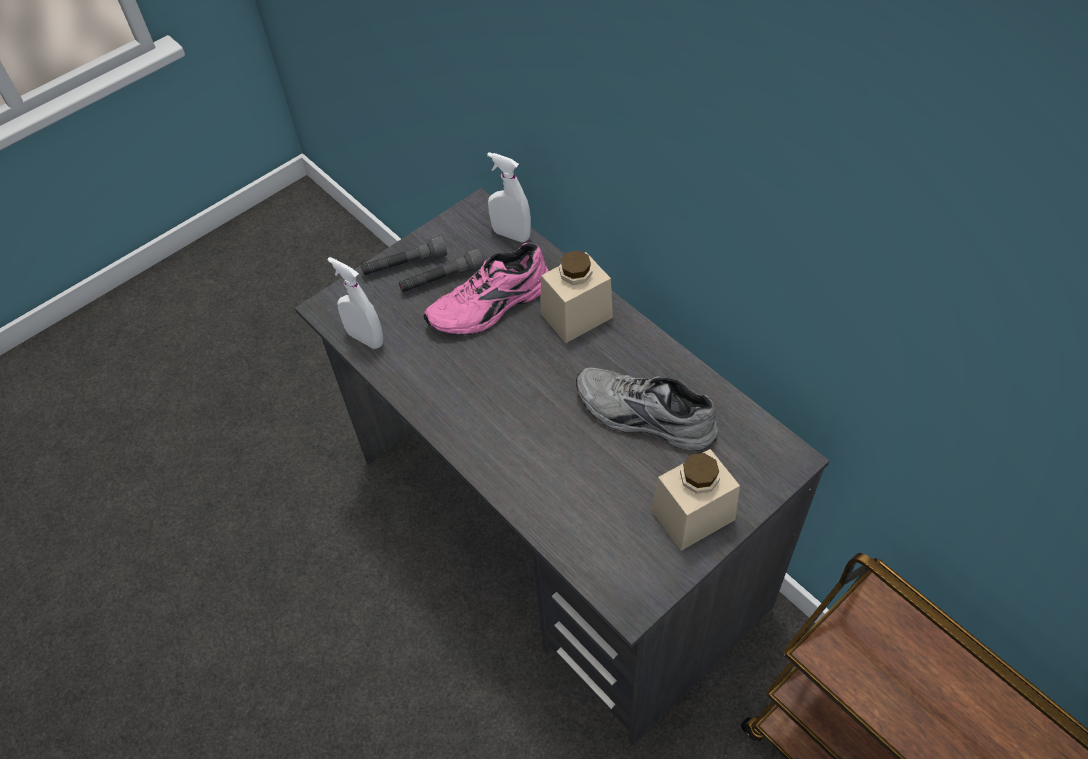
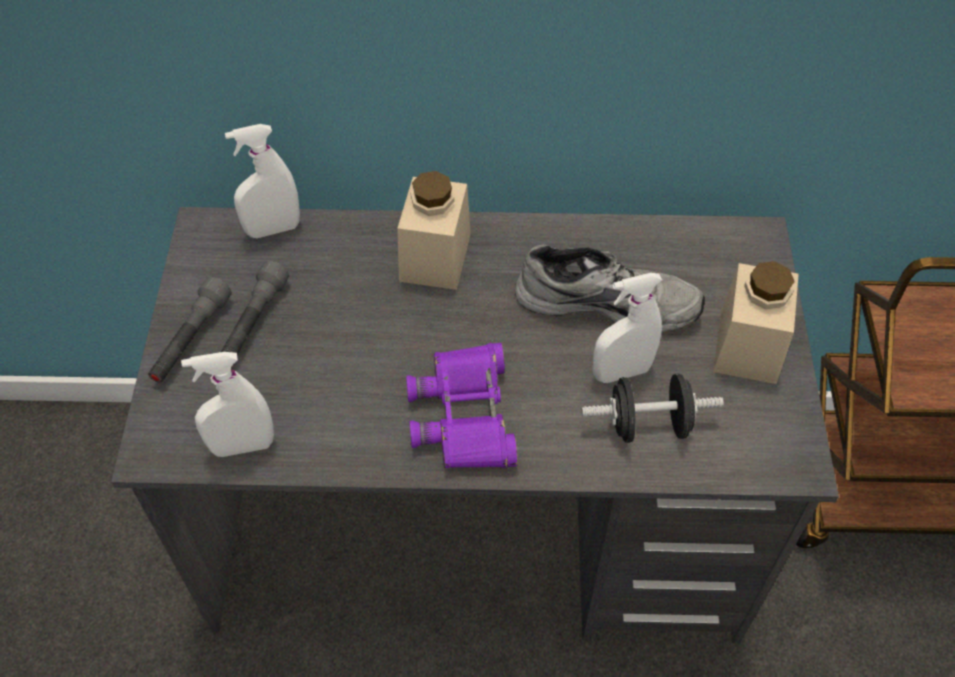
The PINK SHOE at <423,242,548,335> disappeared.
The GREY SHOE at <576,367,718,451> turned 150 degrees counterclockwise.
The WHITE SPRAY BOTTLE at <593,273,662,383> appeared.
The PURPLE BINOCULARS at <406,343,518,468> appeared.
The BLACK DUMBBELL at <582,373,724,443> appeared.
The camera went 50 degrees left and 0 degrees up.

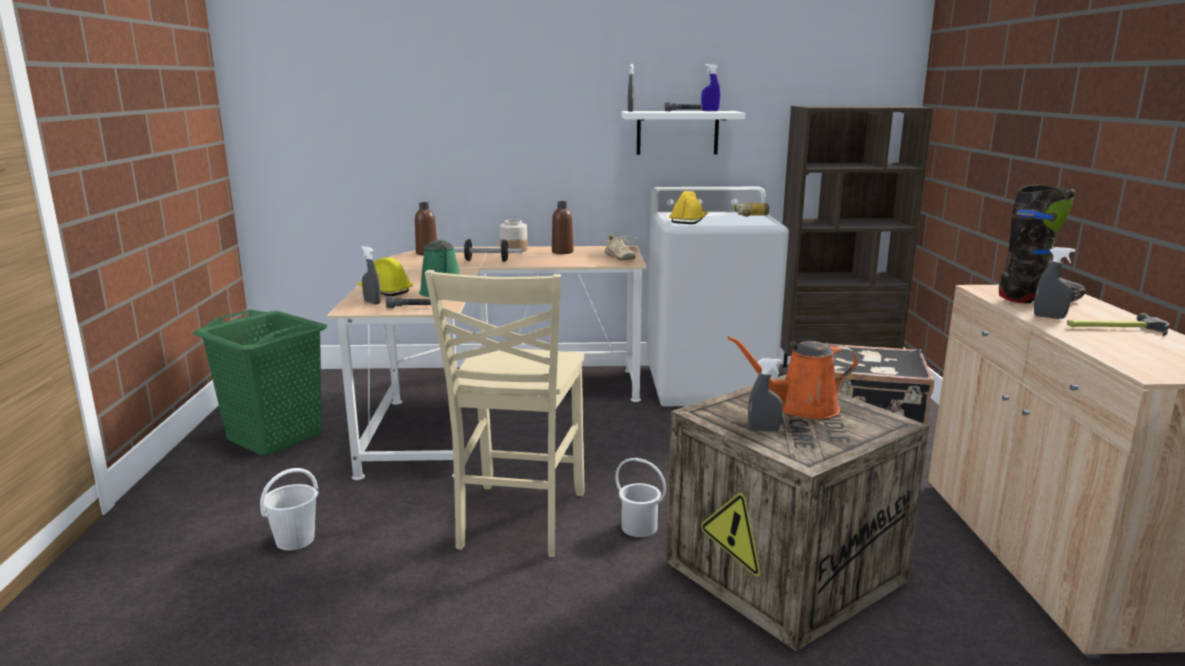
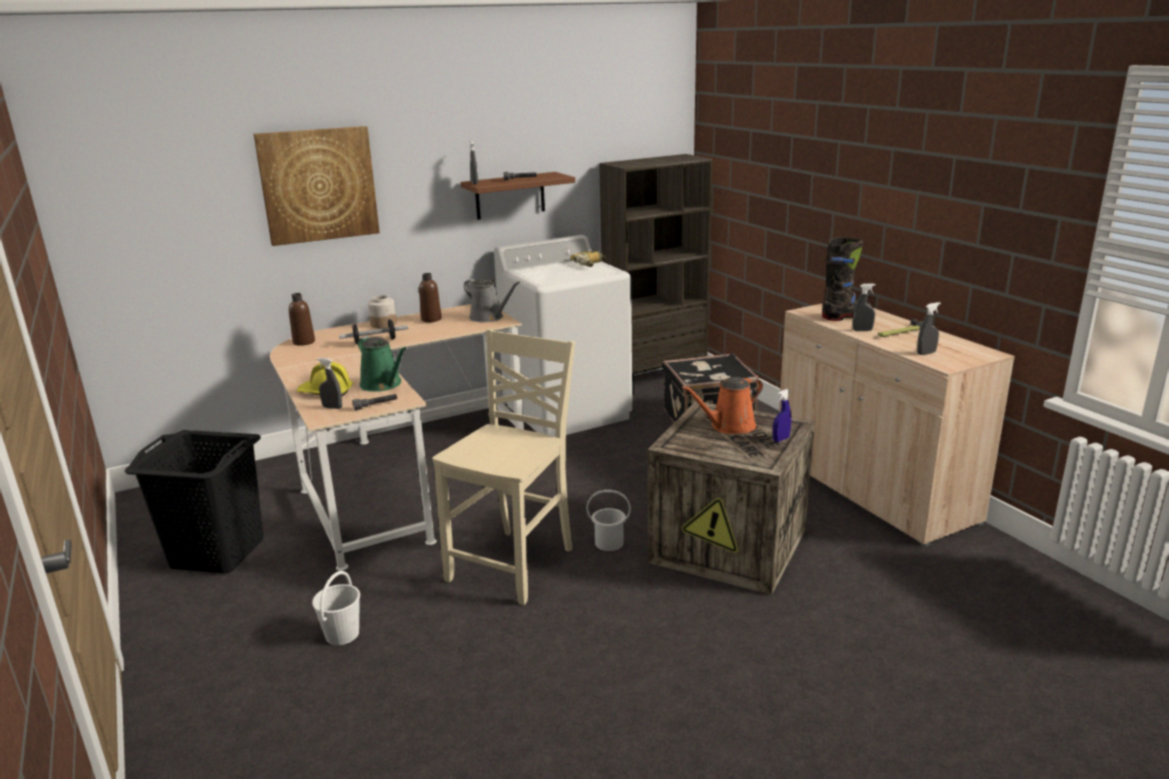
The BLUE SPRAY BOTTLE moved from <701,64,720,111> to <773,389,791,442>.
The WHITE SHELF at <621,111,746,155> became the BROWN SHELF at <461,172,575,220>.
The YELLOW HARD HAT at <669,191,708,224> disappeared.
The BEIGE SHOE at <600,234,636,260> was replaced by the GREY WATERING CAN at <464,278,520,322>.
The BEIGE CHAIR at <425,270,584,557> turned 135 degrees counterclockwise.
The GREEN LAUNDRY BASKET at <193,310,328,456> became the BLACK LAUNDRY BASKET at <124,430,263,573>.
The GREY SPRAY BOTTLE moved from <748,359,783,431> to <917,302,941,355>.
The PICTURE at <253,126,380,246> appeared.
The camera went 25 degrees left and 5 degrees up.

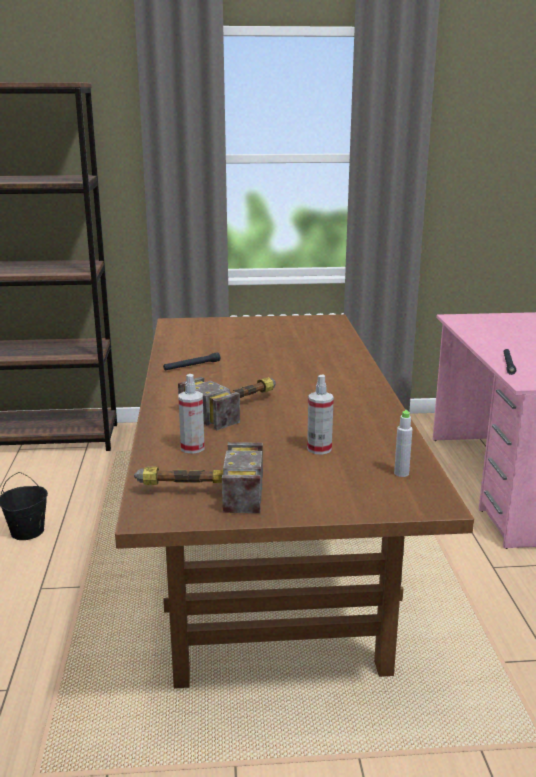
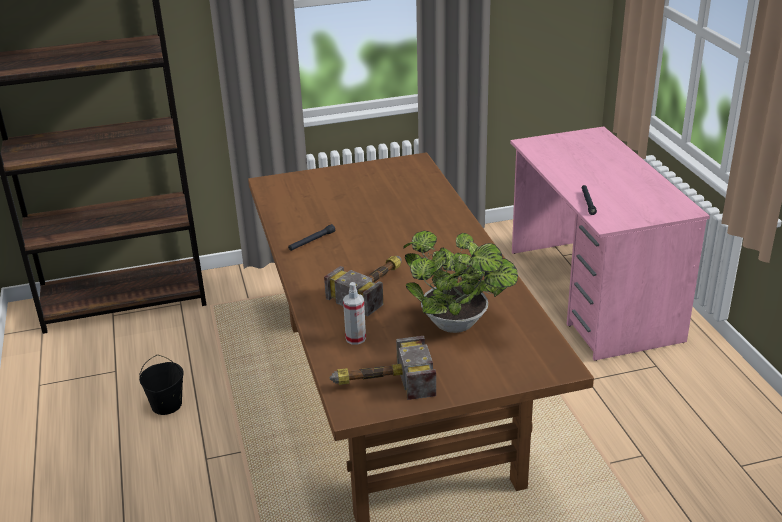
The SPRAY BOTTLE at <307,375,334,455> was replaced by the POTTED PLANT at <403,231,518,333>.
The GREY BOTTLE at <394,410,412,477> disappeared.
The camera went 10 degrees left and 10 degrees up.

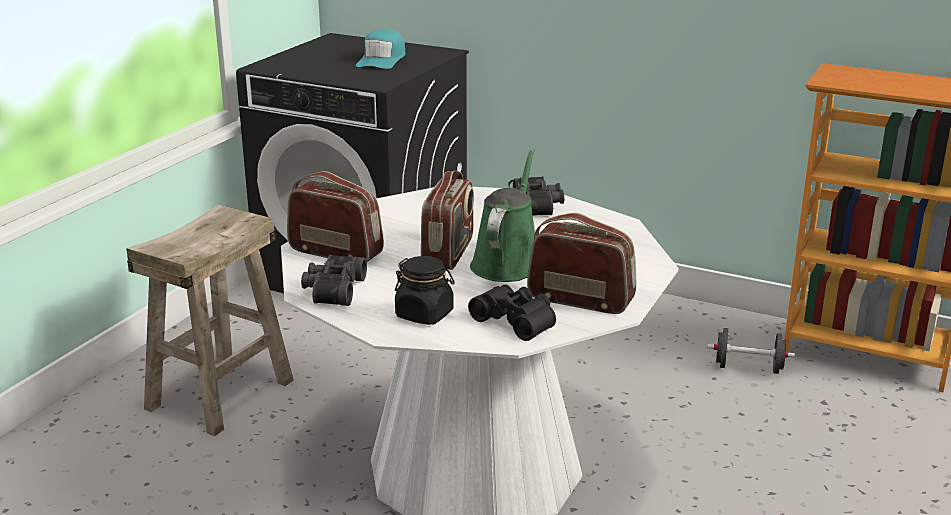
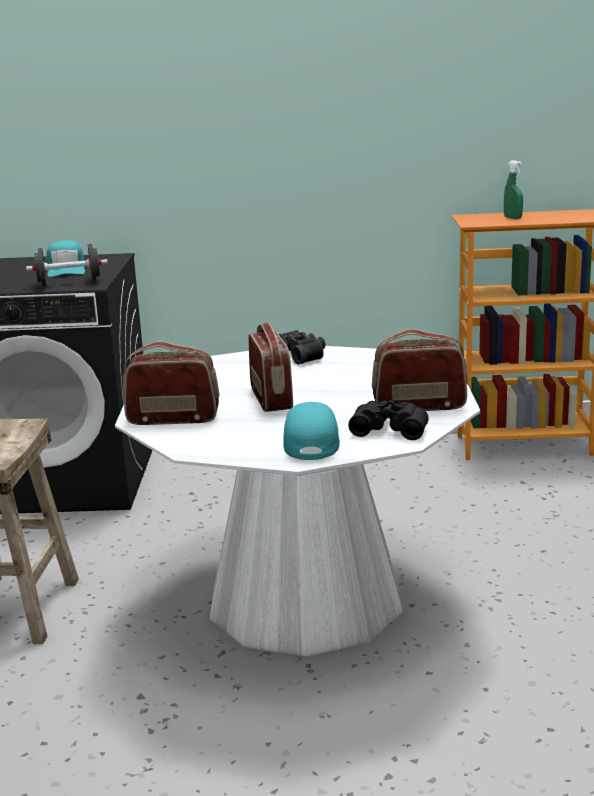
The GREEN WATERING CAN at <470,148,535,282> disappeared.
The BLACK BINOCULARS at <301,255,367,306> disappeared.
The BLACK JAR at <395,256,455,325> was replaced by the TURQUOISE CAP at <283,402,340,460>.
The BLACK DUMBBELL moved from <707,328,795,374> to <26,244,108,286>.
The GREEN SPRAY BOTTLE at <504,160,523,219> appeared.
The camera went 25 degrees left and 5 degrees down.

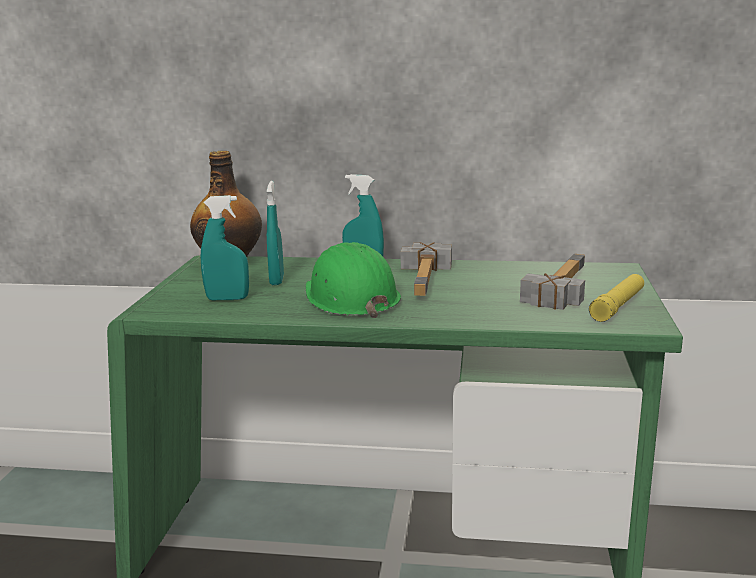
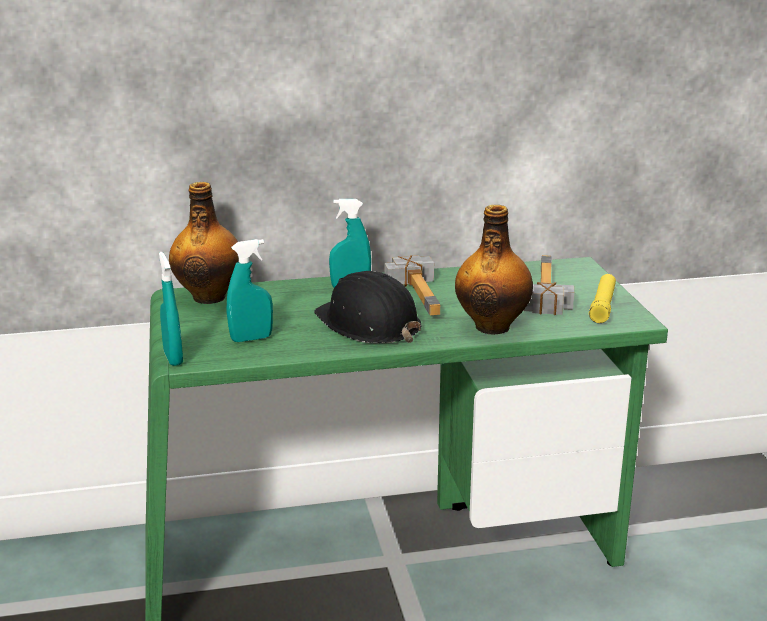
The TURQUOISE SPRAY BOTTLE moved from <267,181,284,285> to <159,252,183,366>.
The GREEN HARD HAT at <306,242,401,318> became the BLACK HARD HAT at <314,271,421,344>.
The BOTTLE at <455,205,533,335> appeared.
The camera went 20 degrees left and 5 degrees up.

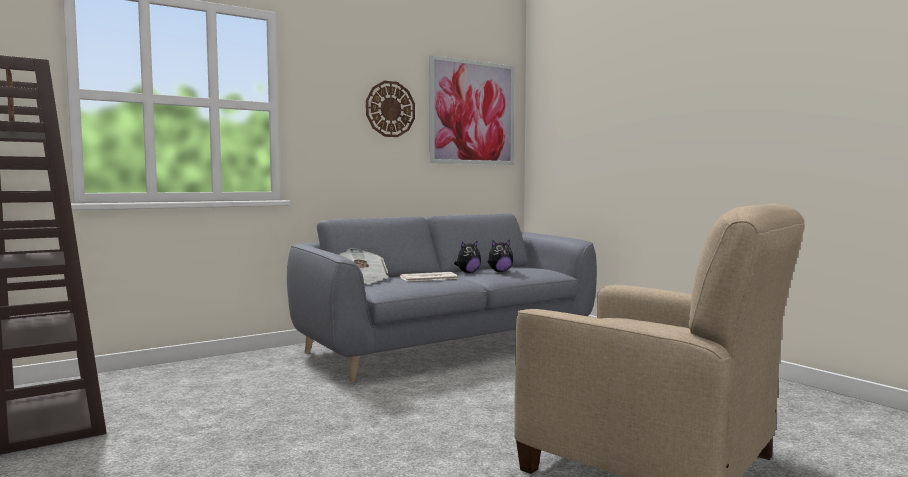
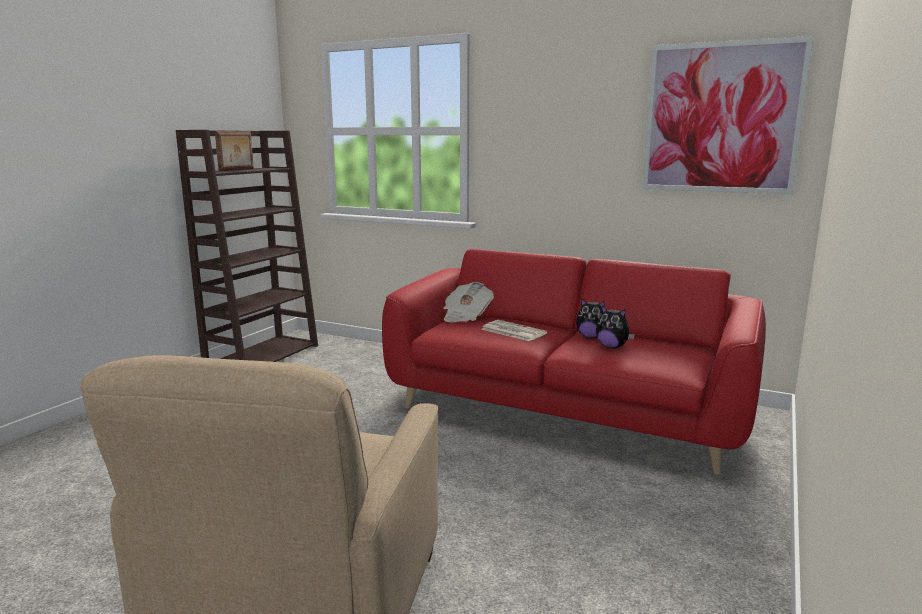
The WALL CLOCK at <366,81,415,137> disappeared.
The GREY SOFA at <287,213,597,382> became the RED SOFA at <382,249,766,475>.
The camera went 60 degrees right and 10 degrees up.

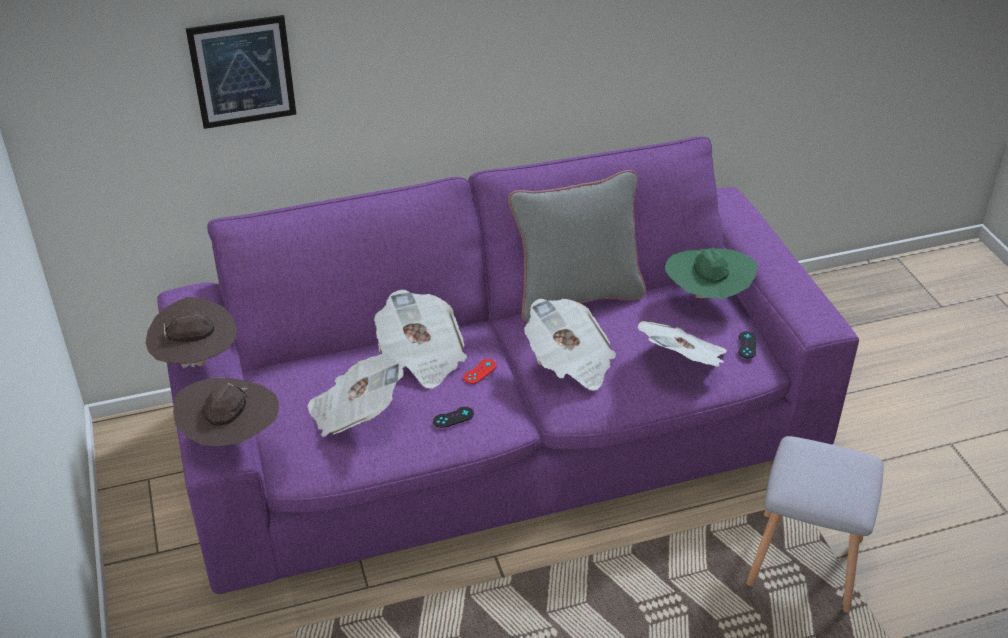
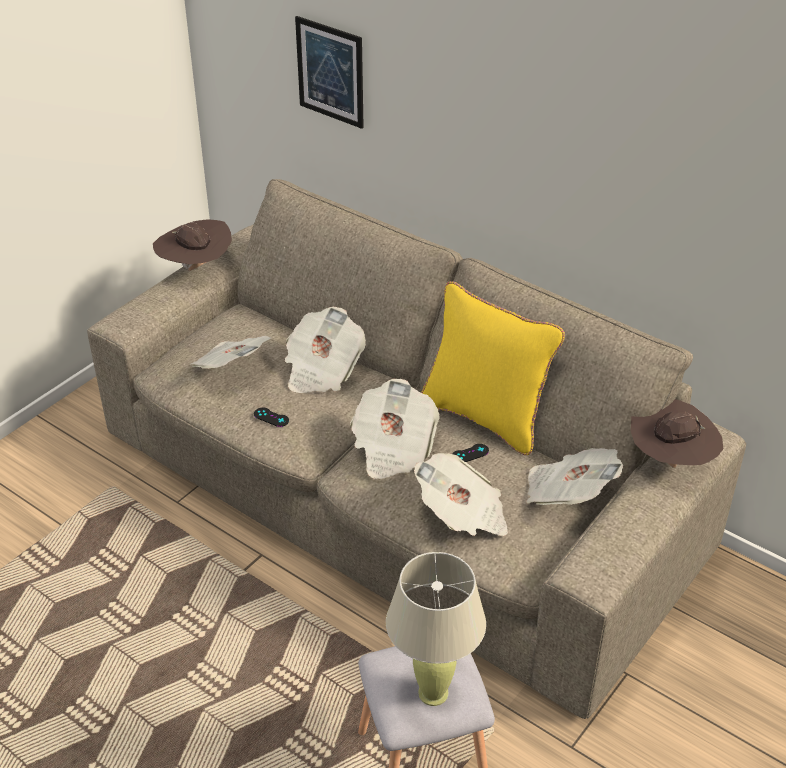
The PURPLE SOFA at <157,136,859,594> became the BEIGE SOFA at <87,179,746,719>.
The GREY PILLOW at <508,170,646,323> became the YELLOW PILLOW at <421,281,565,455>.
The GREEN HAT at <665,248,757,299> was replaced by the NEWSPAPER at <526,448,623,505>.
The BLACK GAME CONTROLLER moved from <738,331,756,358> to <452,444,489,462>.
The RED GAME CONTROLLER at <463,359,497,384> disappeared.
The BROWN HAT moved from <173,377,279,446> to <631,399,723,468>.
The BEIGE TABLE LAMP at <386,552,486,706> appeared.
The camera went 55 degrees right and 0 degrees up.

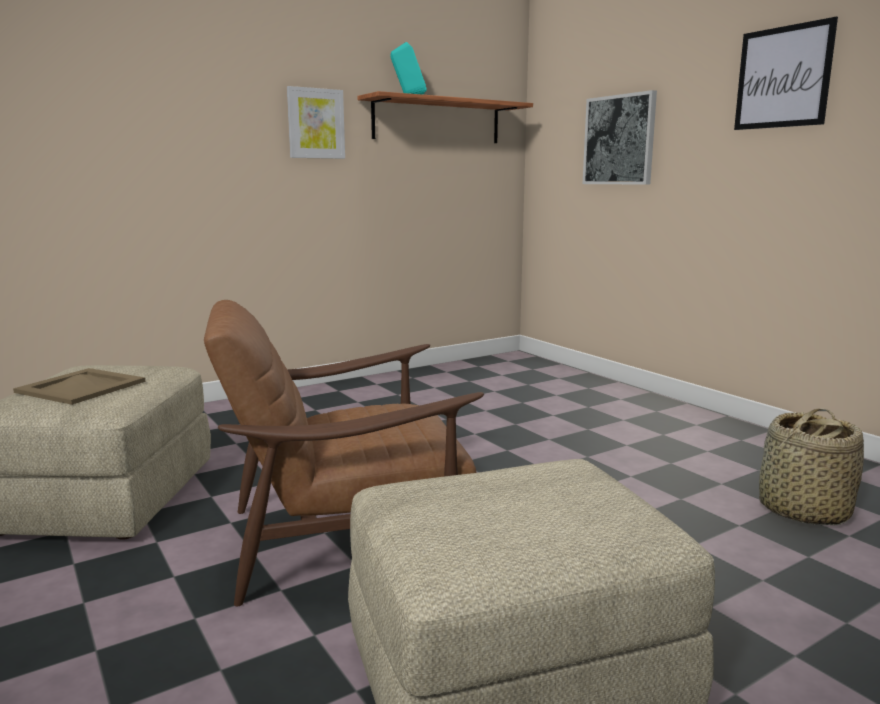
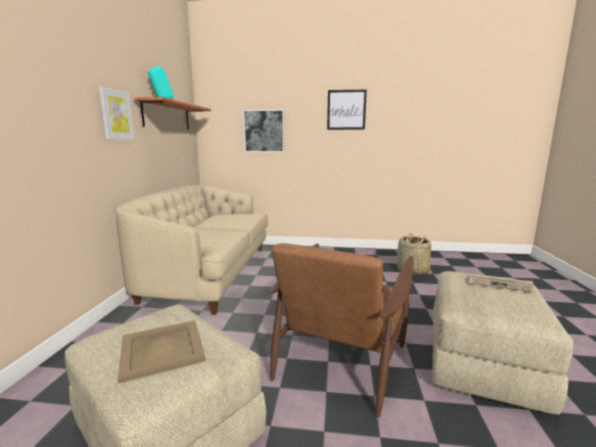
The BEIGE SOFA at <116,185,268,315> appeared.
The NEWSPAPER at <468,275,535,292> appeared.
The camera went 50 degrees left and 0 degrees up.

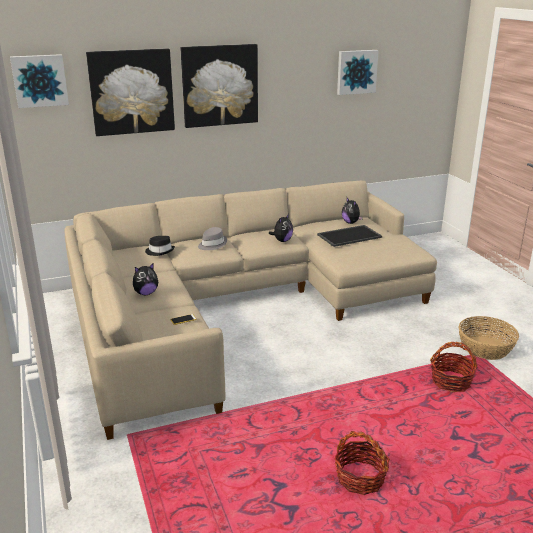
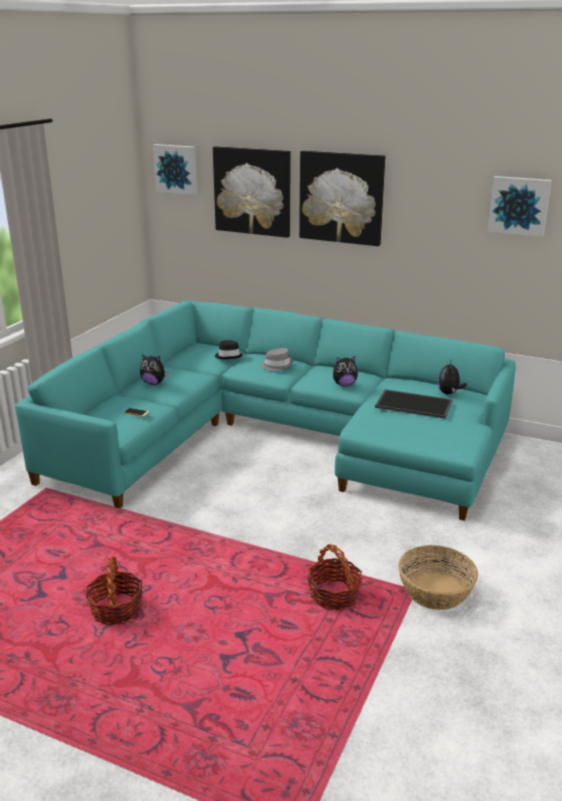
The BEIGE SOFA at <65,181,437,440> became the TURQUOISE SOFA at <15,300,515,521>.
The camera went 45 degrees right and 0 degrees up.

